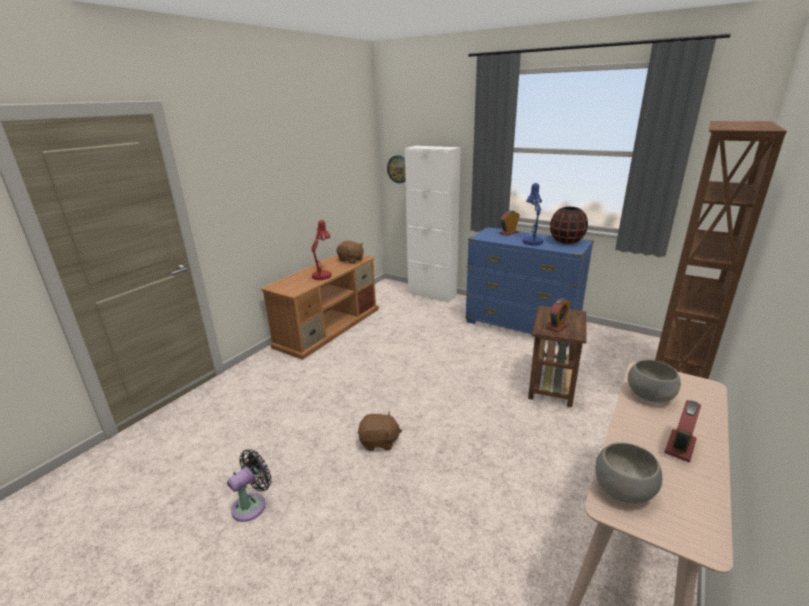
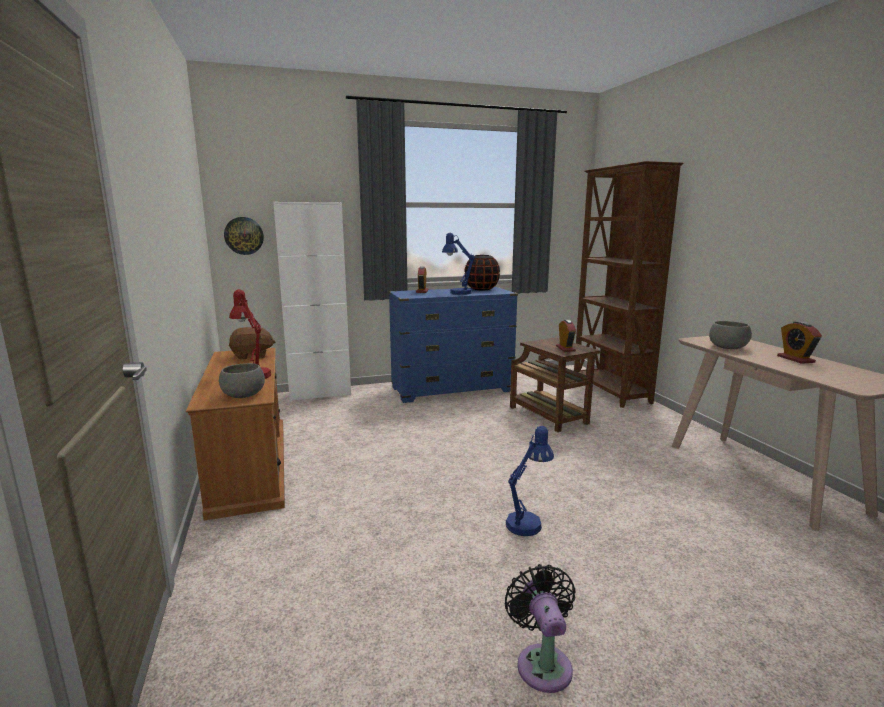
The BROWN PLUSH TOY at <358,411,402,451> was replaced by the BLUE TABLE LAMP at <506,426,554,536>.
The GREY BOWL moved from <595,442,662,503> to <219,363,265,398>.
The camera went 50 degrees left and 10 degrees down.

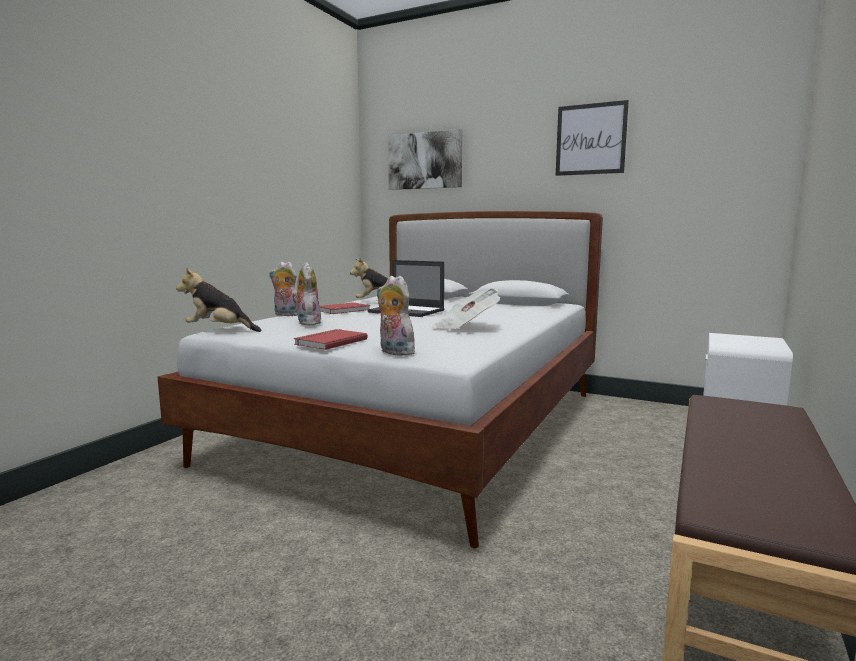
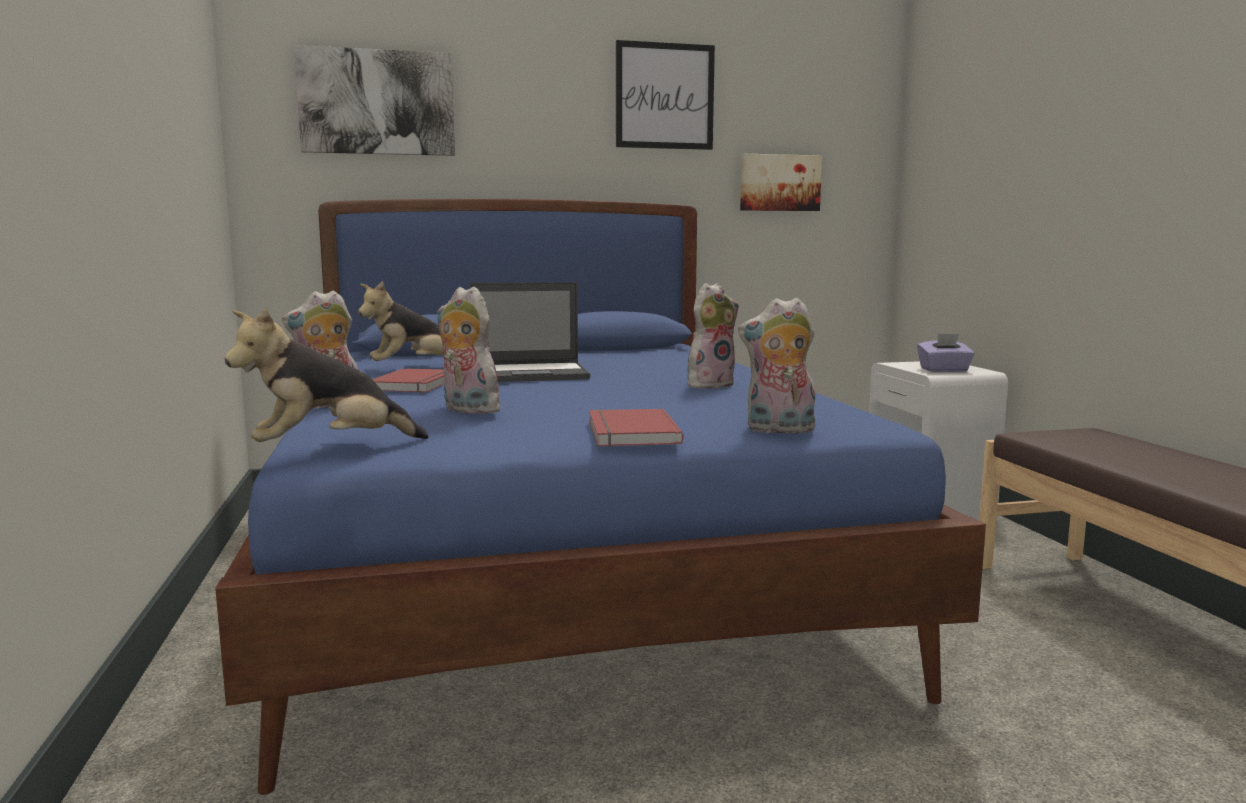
The WHITE BED at <158,211,603,548> became the BLUE BED at <215,199,986,795>.
The NEWSPAPER at <432,288,500,330> was replaced by the PLUSH TOY at <687,283,739,388>.
The PICTURE at <740,154,822,211> appeared.
The PURPLE TISSUE BOX at <917,334,975,372> appeared.
The camera went 40 degrees left and 0 degrees up.

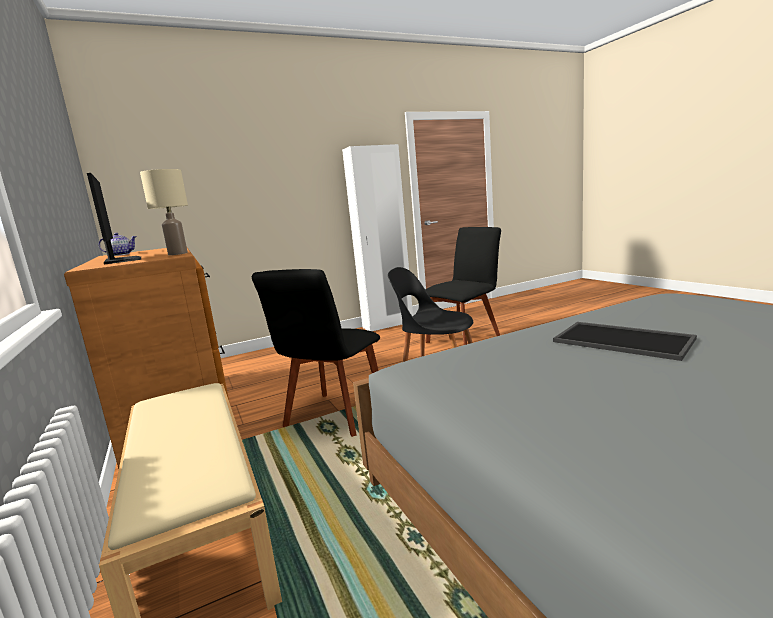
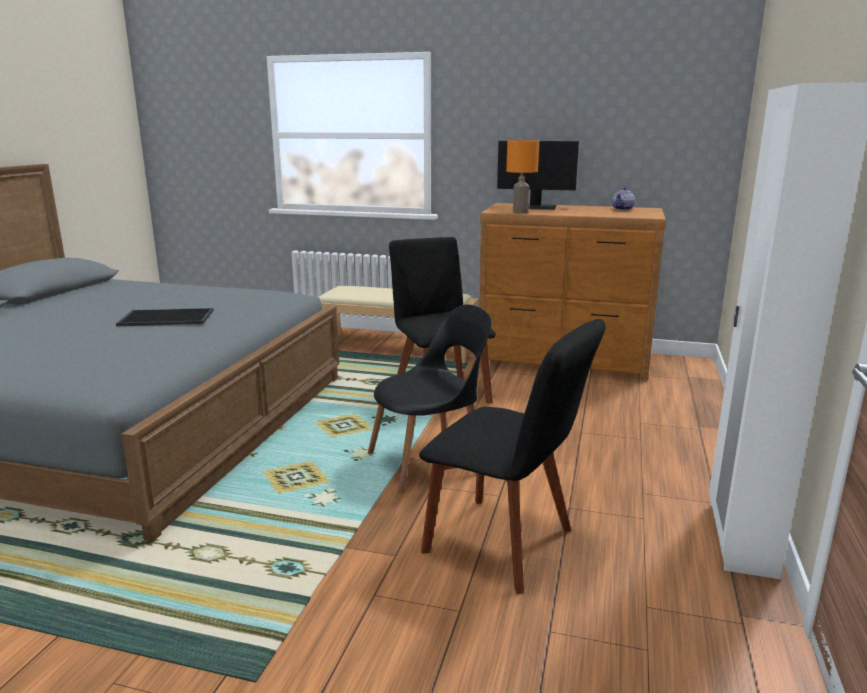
The BEIGE TABLE LAMP at <140,169,188,255> became the ORANGE TABLE LAMP at <506,140,539,213>.
The BLACK CHAIR at <425,227,501,345> turned 60 degrees counterclockwise.
The camera went 130 degrees right and 5 degrees up.

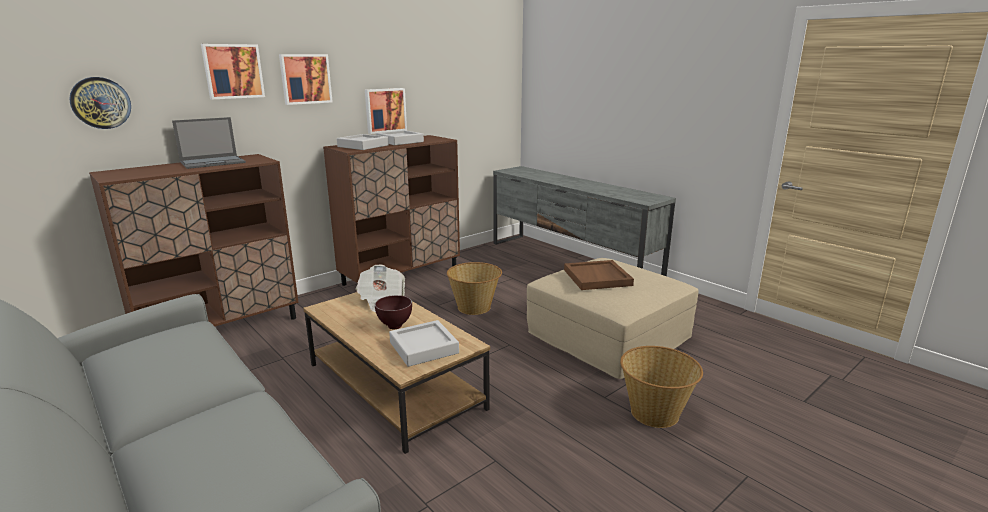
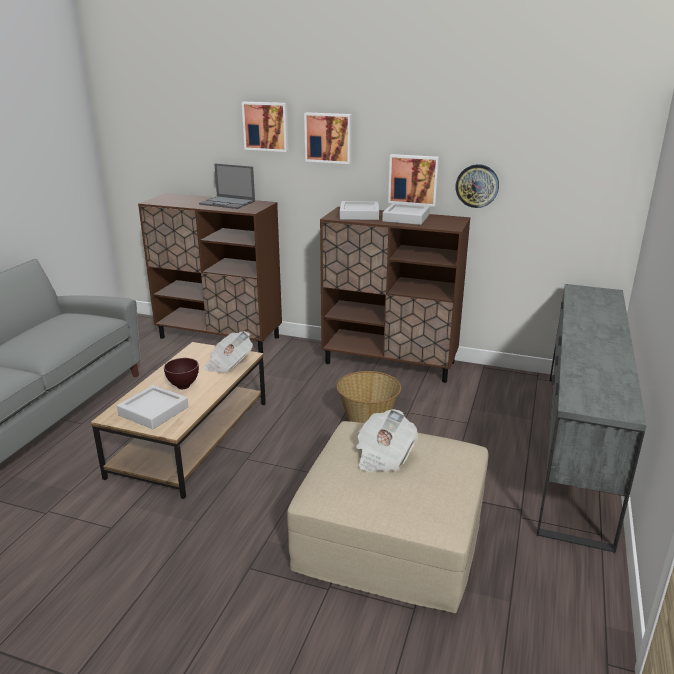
The WALL CLOCK moved from <69,77,131,129> to <455,164,499,208>.
The BROWN TRAY at <564,260,634,290> was replaced by the NEWSPAPER at <356,409,418,472>.
The BASKET at <620,346,703,428> disappeared.
The camera went 60 degrees right and 5 degrees up.

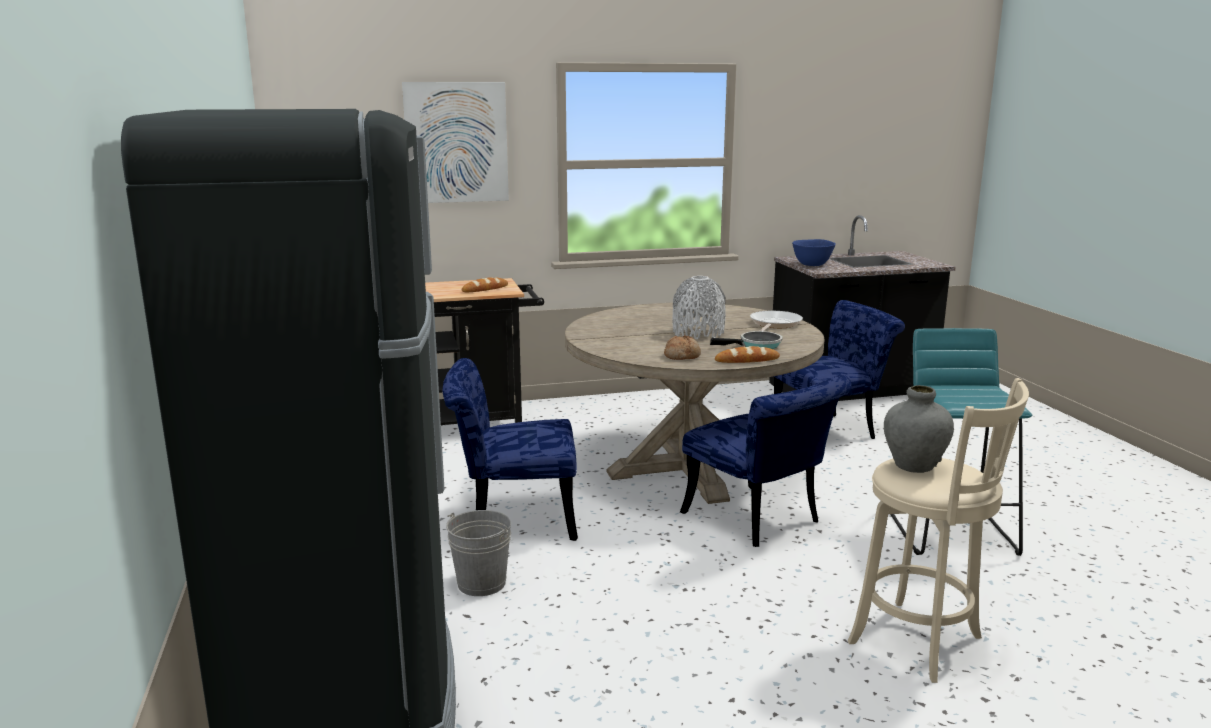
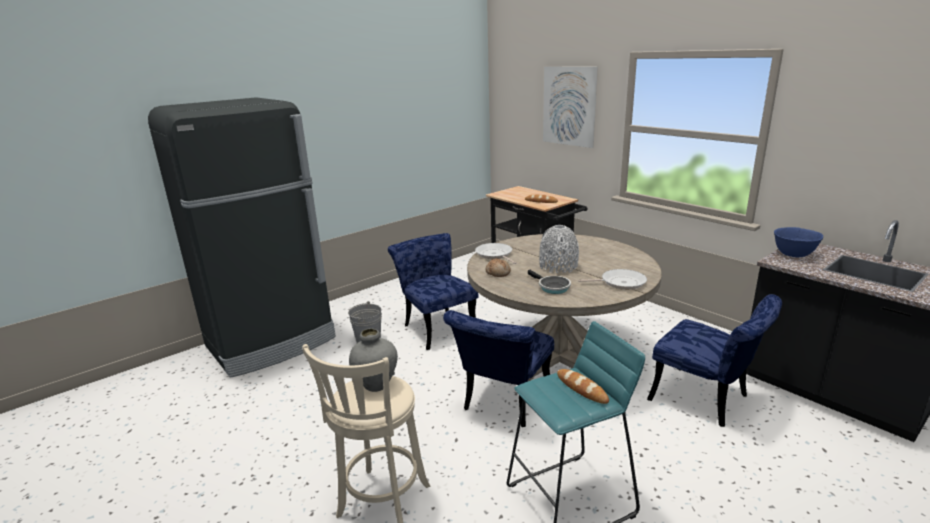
The BREAD moved from <715,346,780,363> to <557,369,609,404>.
The FRYING PAN at <475,243,516,264> appeared.
The camera went 65 degrees right and 5 degrees up.

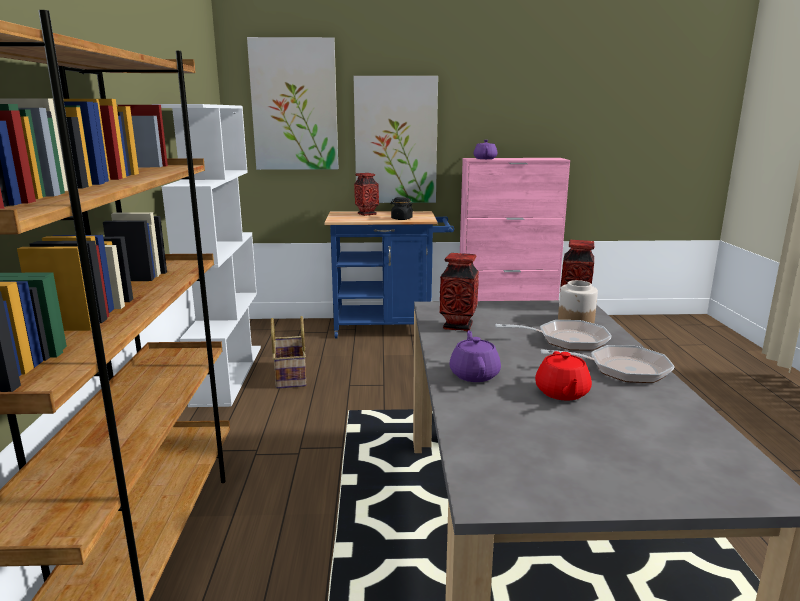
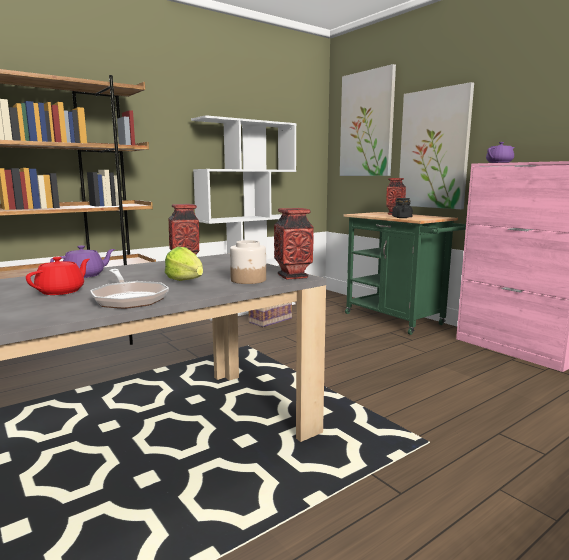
The BLUE CART at <324,211,454,339> became the GREEN CART at <344,212,466,335>.
The FRYING PAN at <495,320,612,351> was replaced by the LETTUCE at <165,247,203,281>.
The RED TEAPOT at <535,351,592,401> turned 150 degrees clockwise.
The camera went 55 degrees right and 5 degrees down.

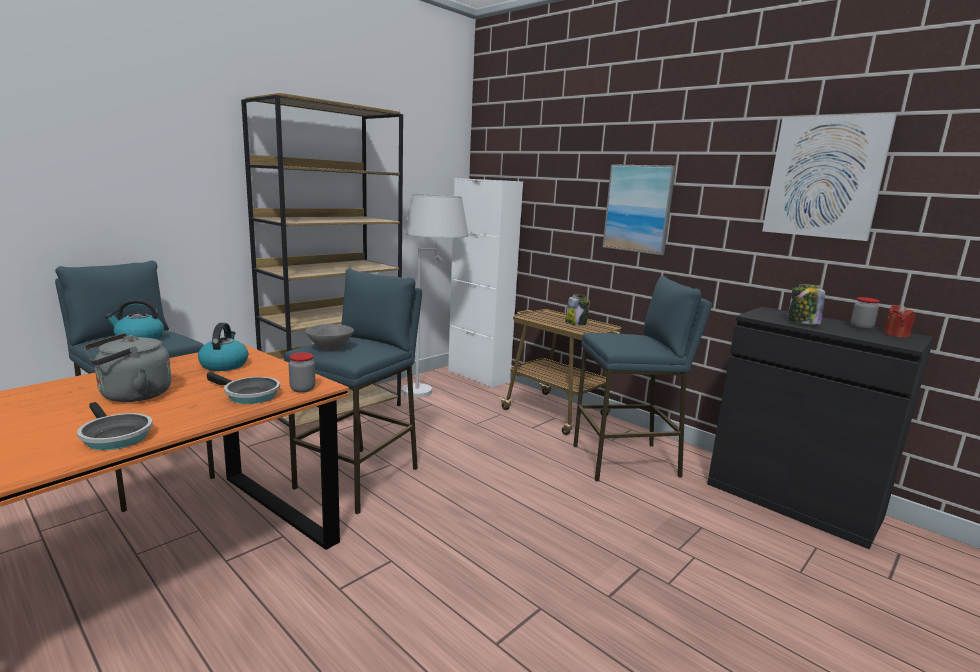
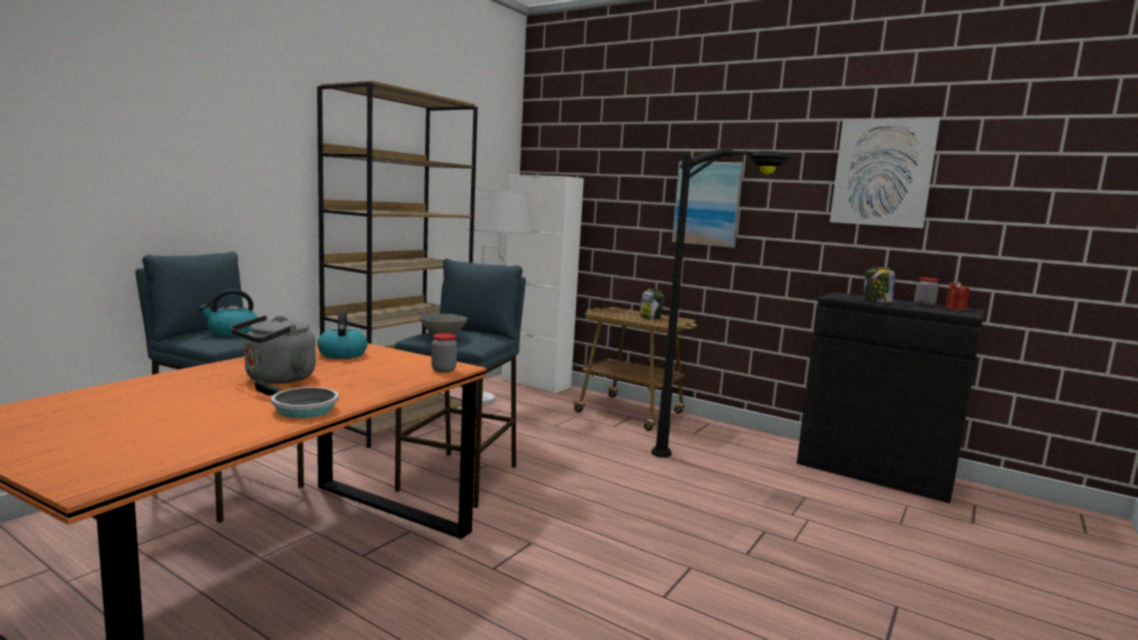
The BLUE STOOL at <573,276,712,481> was replaced by the BLACK FLOOR LAMP at <651,148,791,458>.
The FRYING PAN at <207,372,280,404> disappeared.
The camera went 10 degrees left and 5 degrees down.

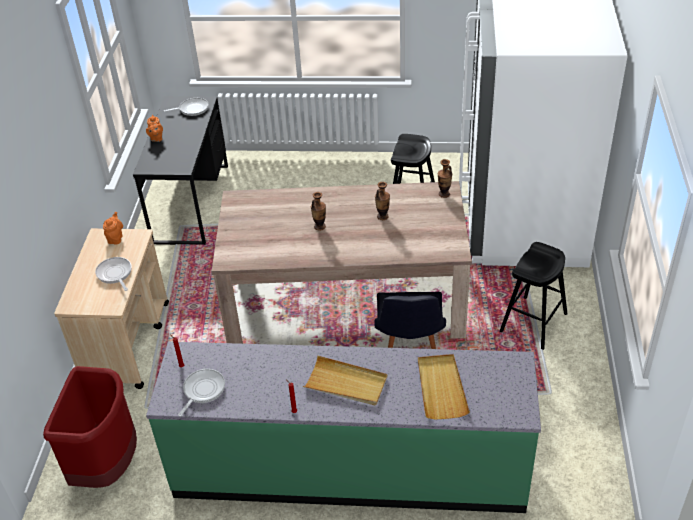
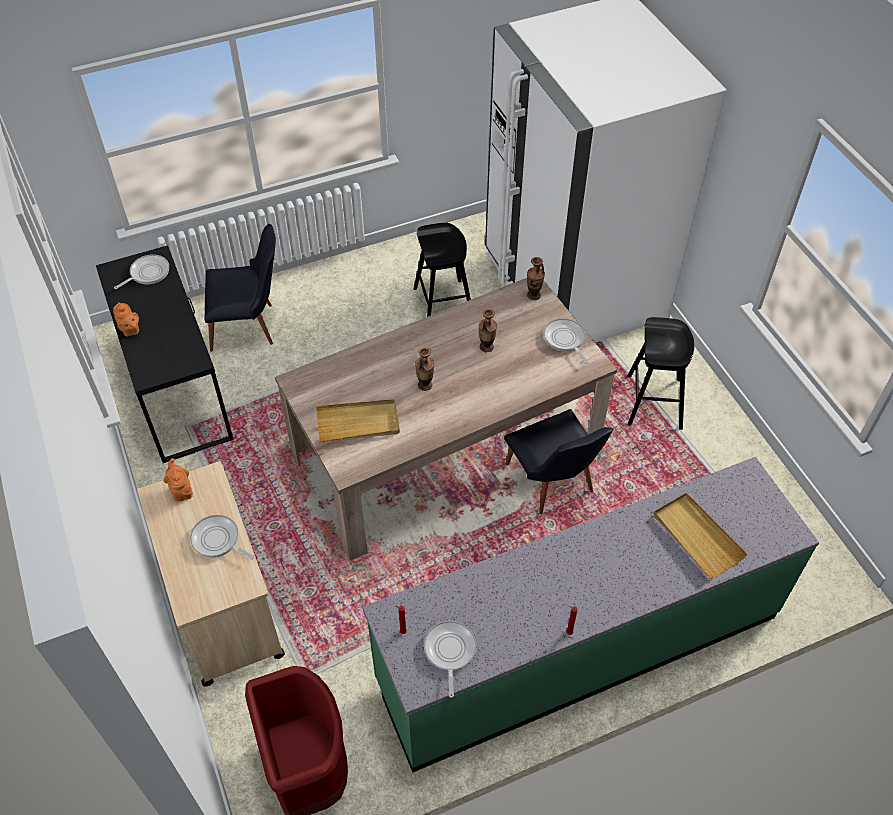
The BEIGE TRAY moved from <303,355,388,405> to <316,399,400,442>.
The BLACK CHAIR at <204,224,276,352> appeared.
The FRYING PAN at <544,318,588,364> appeared.
The camera went 30 degrees left and 10 degrees up.

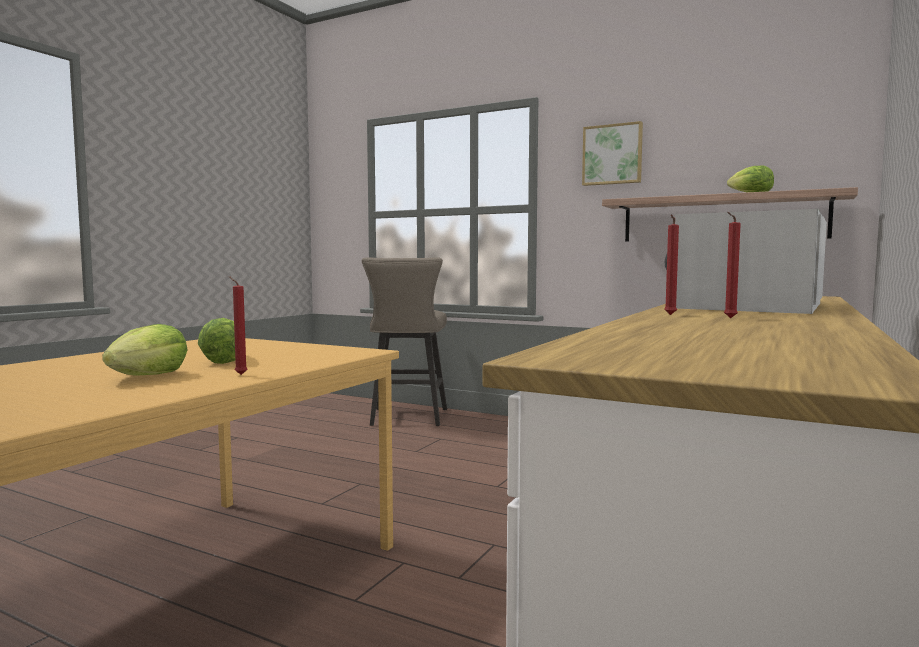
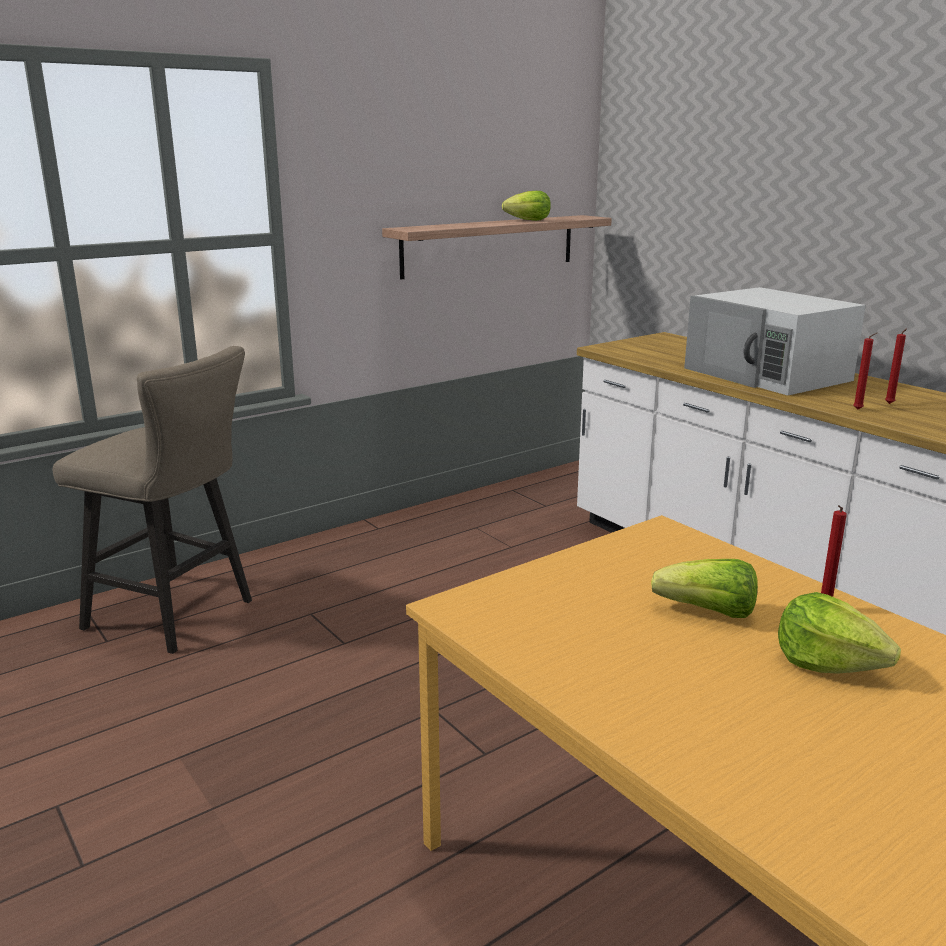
The PICTURE at <582,121,643,186> disappeared.
The camera went 65 degrees left and 15 degrees up.

